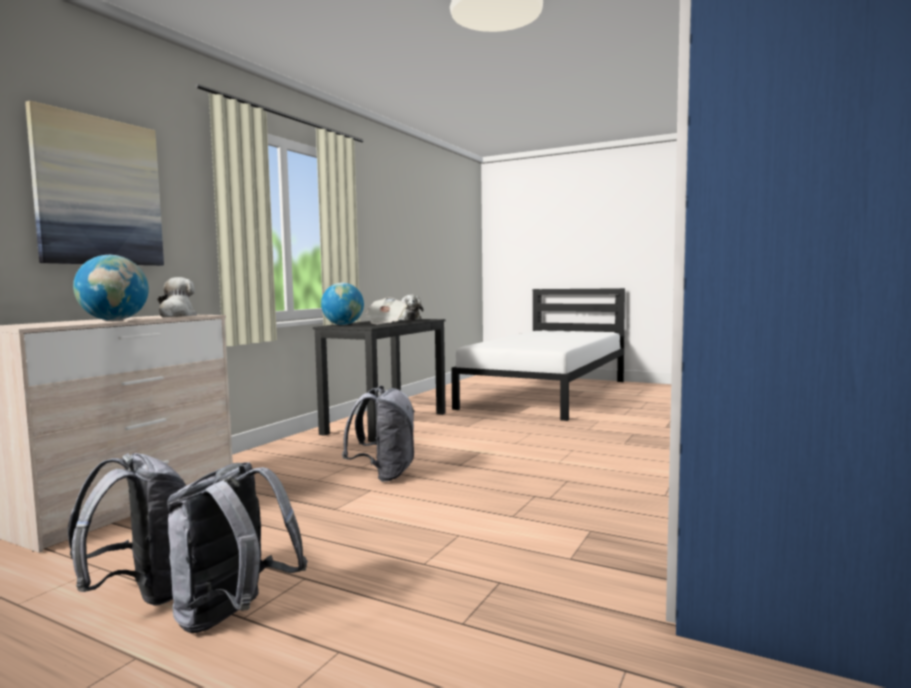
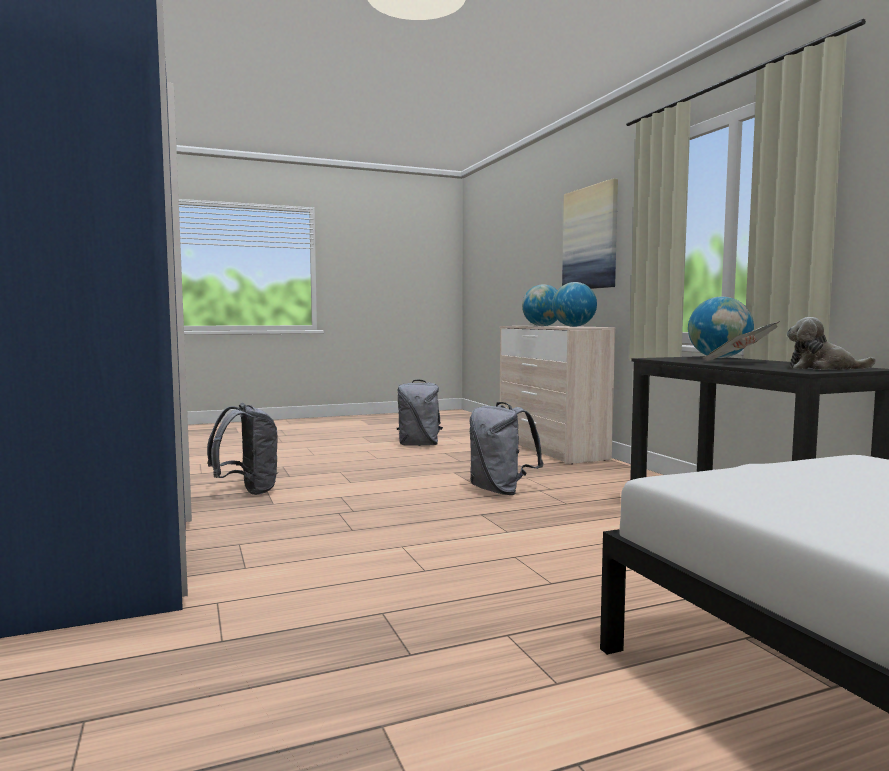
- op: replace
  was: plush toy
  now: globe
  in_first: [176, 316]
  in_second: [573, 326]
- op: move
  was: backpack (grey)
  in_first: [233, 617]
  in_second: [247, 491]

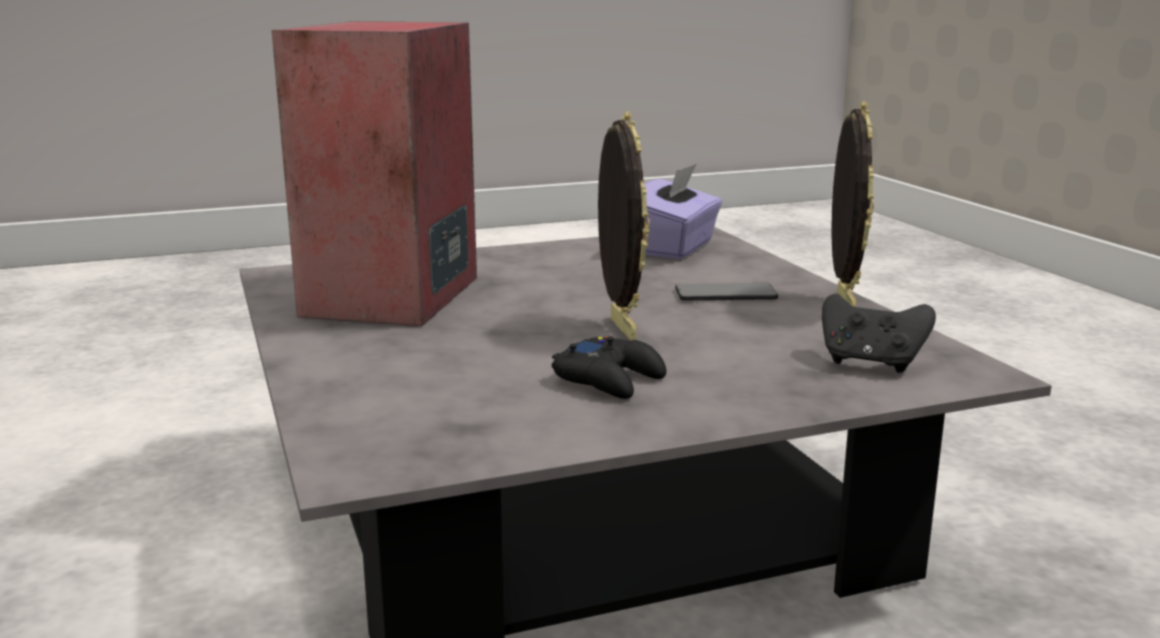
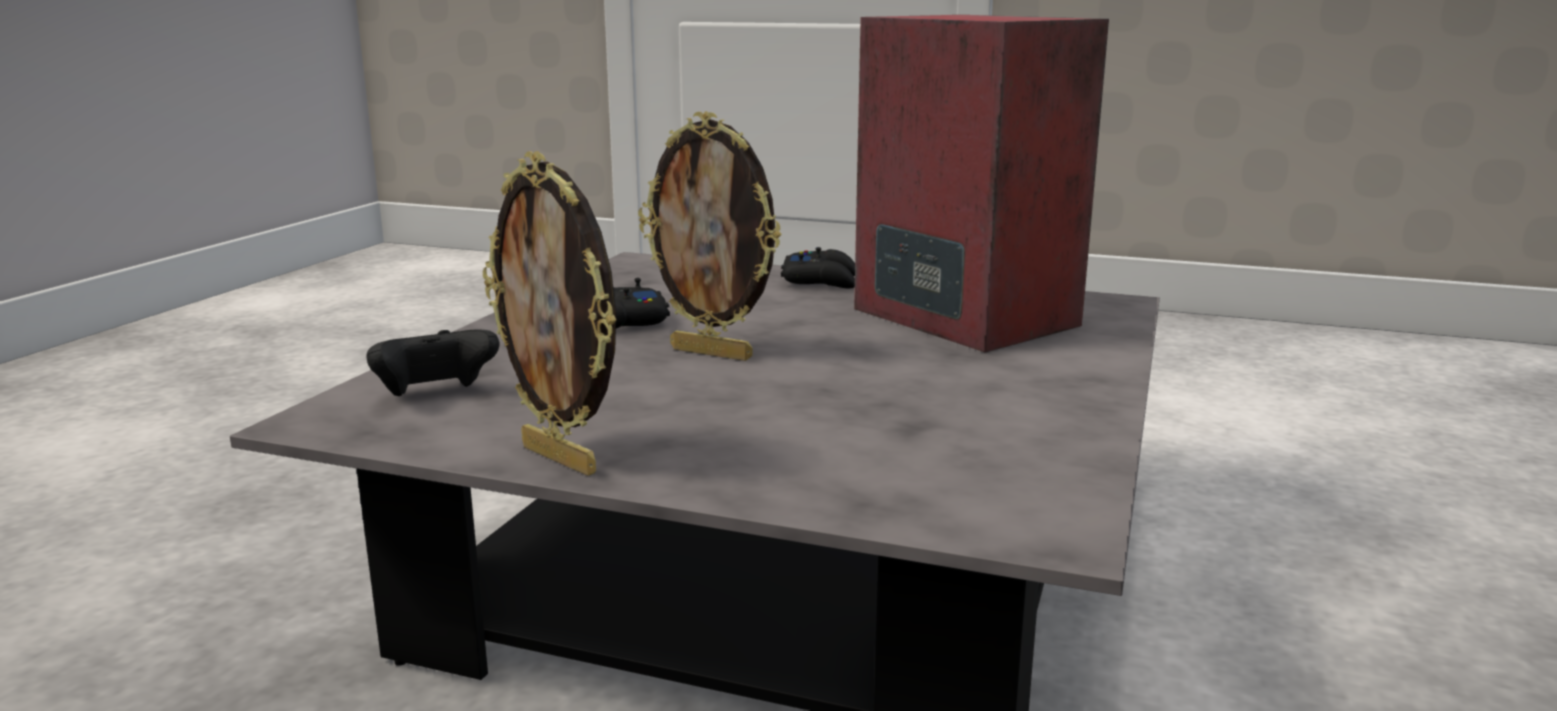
- op: delete
  was: tissue box (purple)
  in_first: [674, 248]
- op: delete
  was: phone
  in_first: [725, 294]
- op: insert
  now: game controller (black)
  in_second: [821, 281]

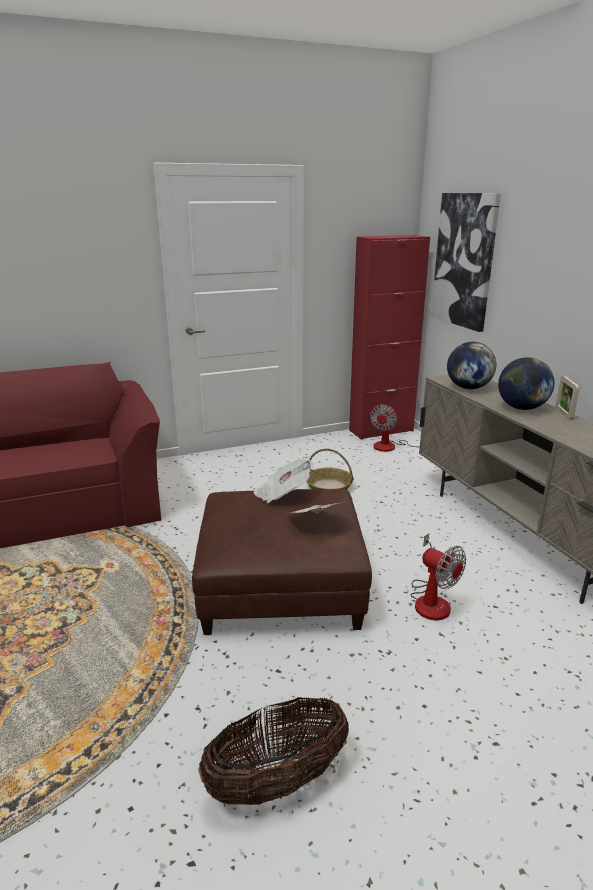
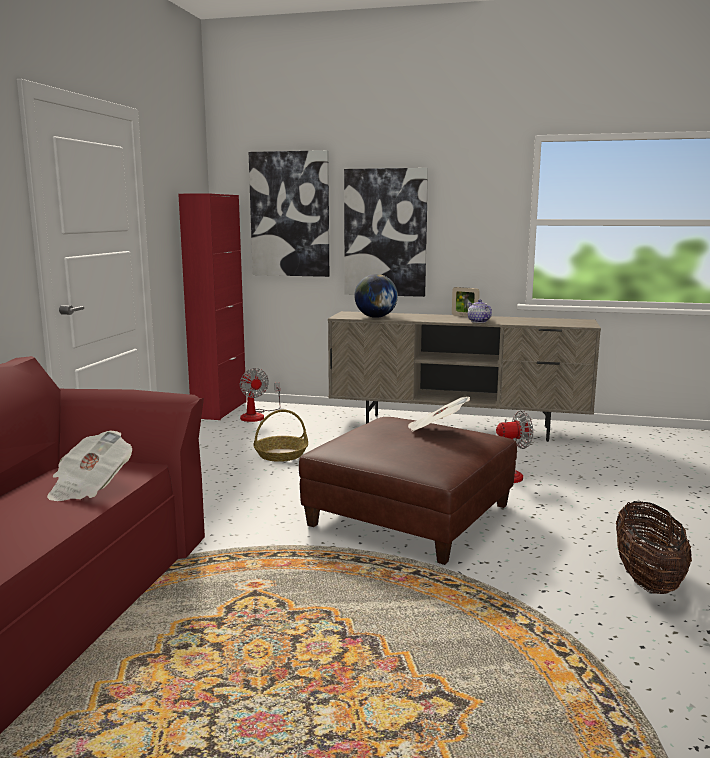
- op: delete
  was: globe
  in_first: [521, 408]
- op: move
  was: newspaper
  in_first: [282, 494]
  in_second: [89, 487]
- op: insert
  now: picture
  in_second: [385, 233]
- op: insert
  now: teapot
  in_second: [478, 321]

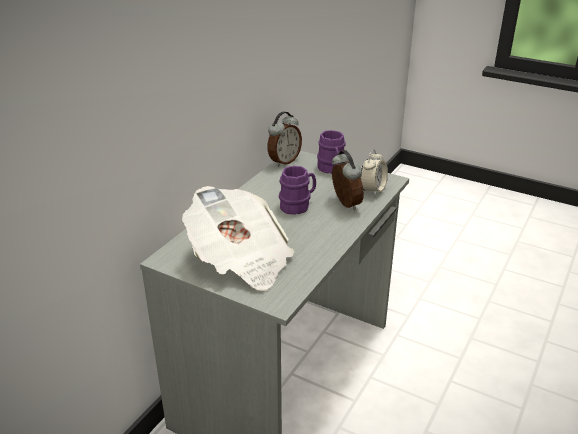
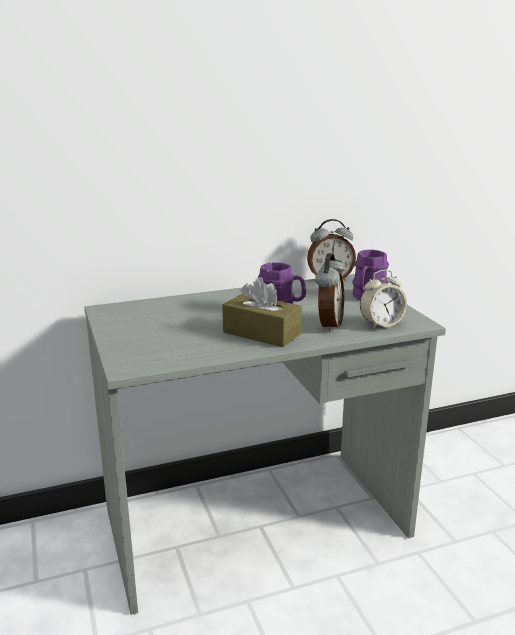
- op: delete
  was: newspaper
  in_first: [241, 260]
- op: insert
  now: tissue box (brown)
  in_second: [261, 333]

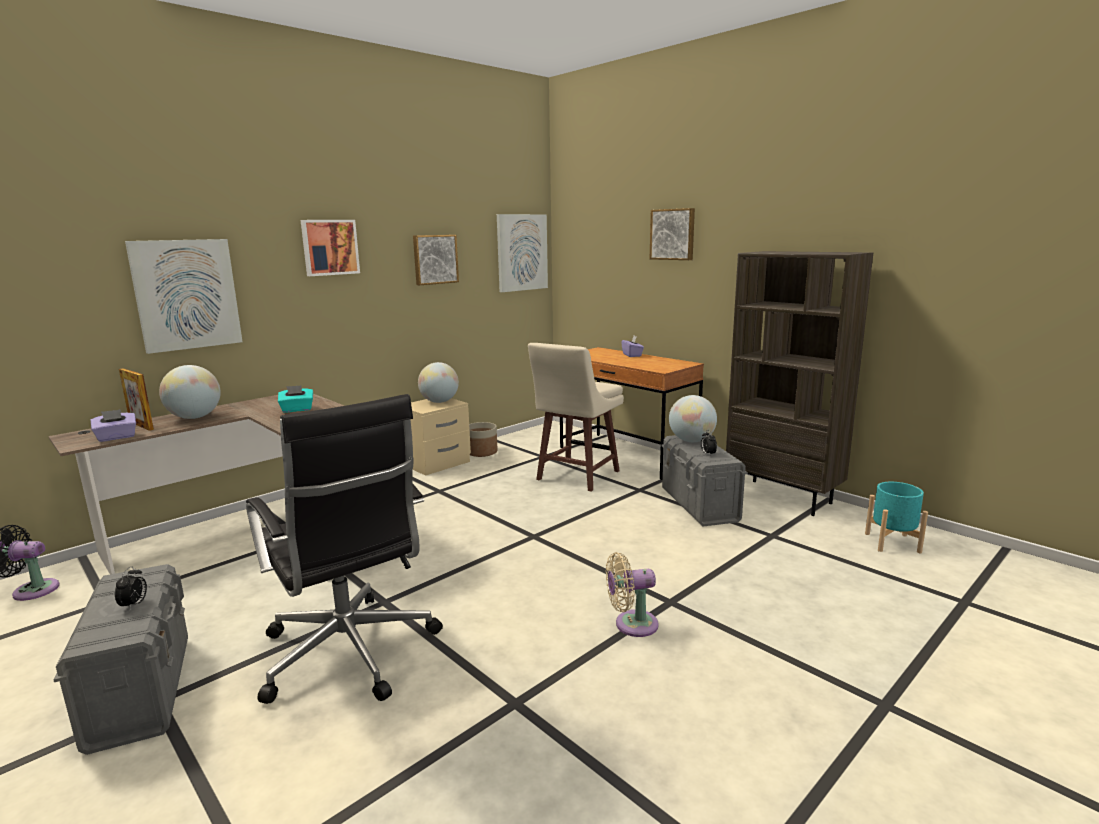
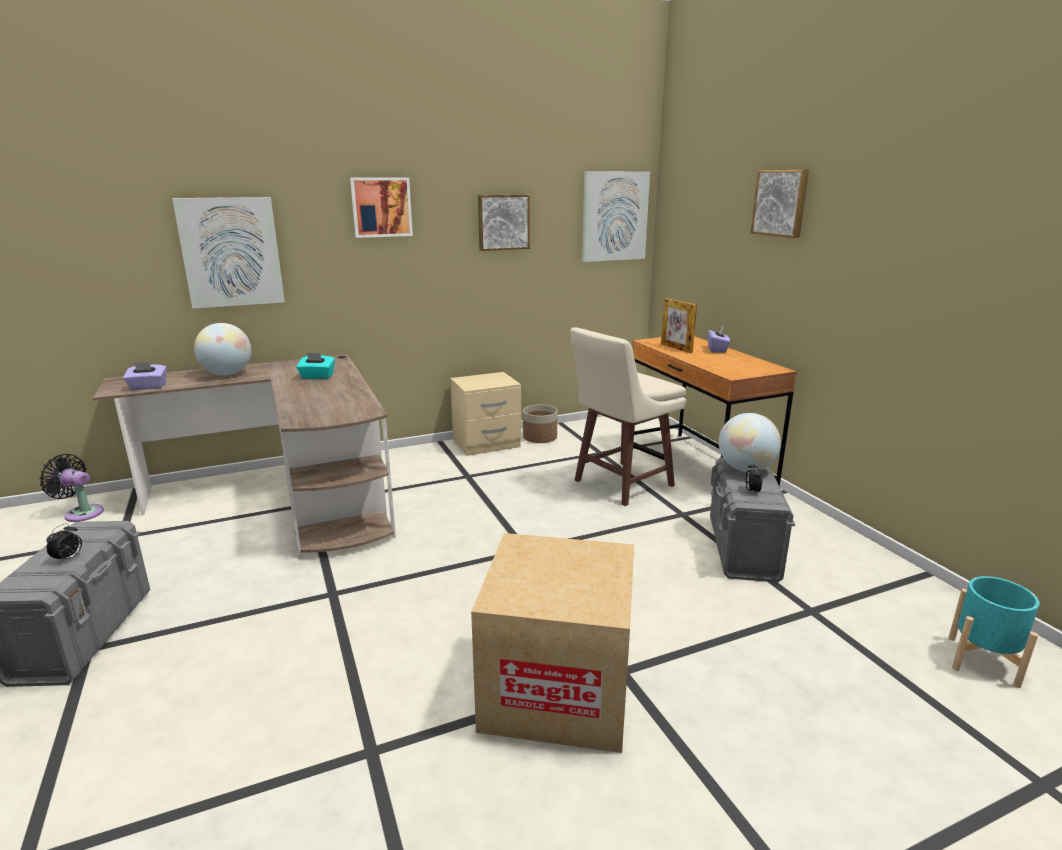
- op: delete
  was: bookcase (brown)
  in_first: [783, 497]
- op: delete
  was: globe
  in_first: [439, 402]
- op: move
  was: picture frame
  in_first: [141, 425]
  in_second: [676, 348]
- op: delete
  was: office chair (black)
  in_first: [349, 654]
- op: replace
  was: fan (beige)
  now: cardboard box
  in_first: [631, 624]
  in_second: [557, 689]

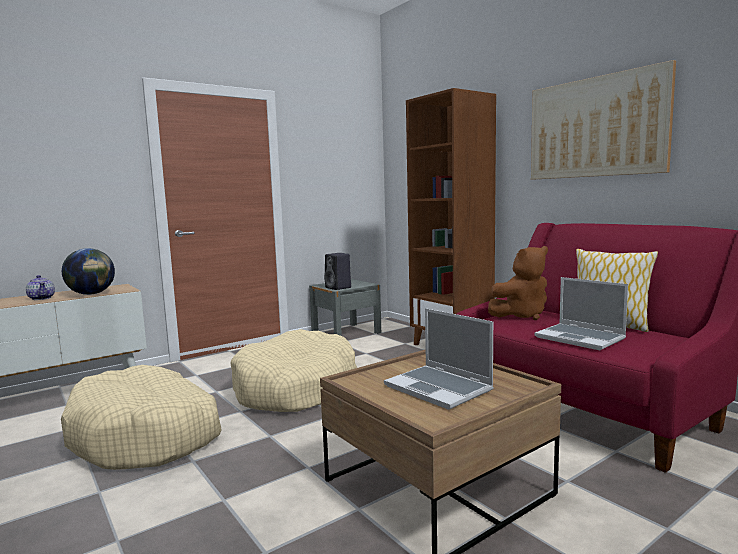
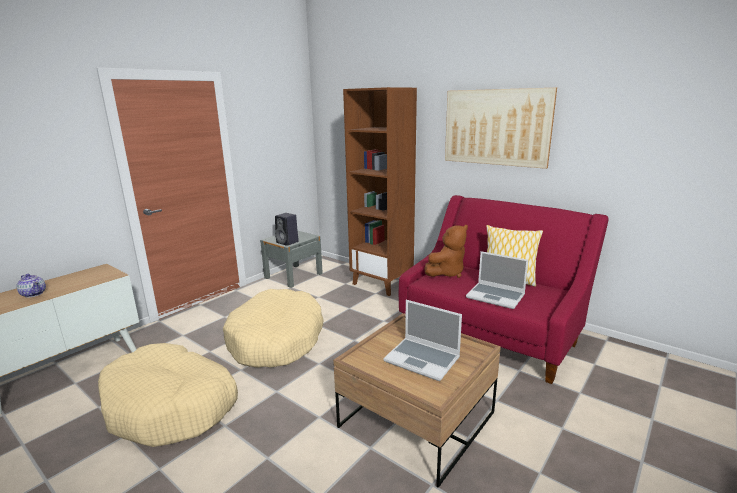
- op: delete
  was: globe
  in_first: [91, 294]

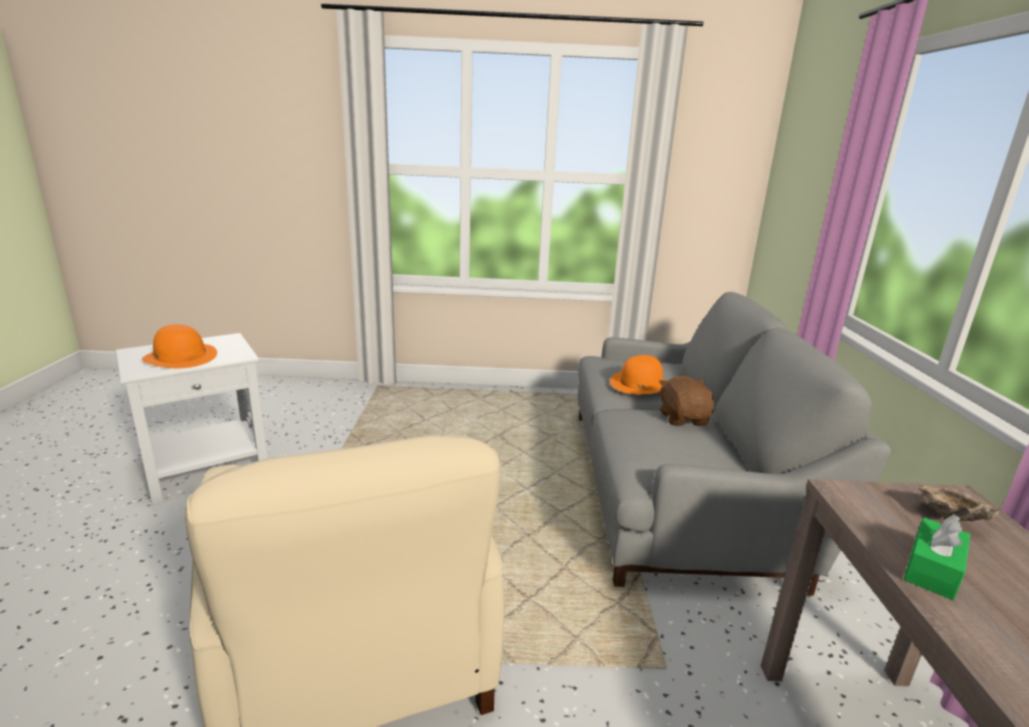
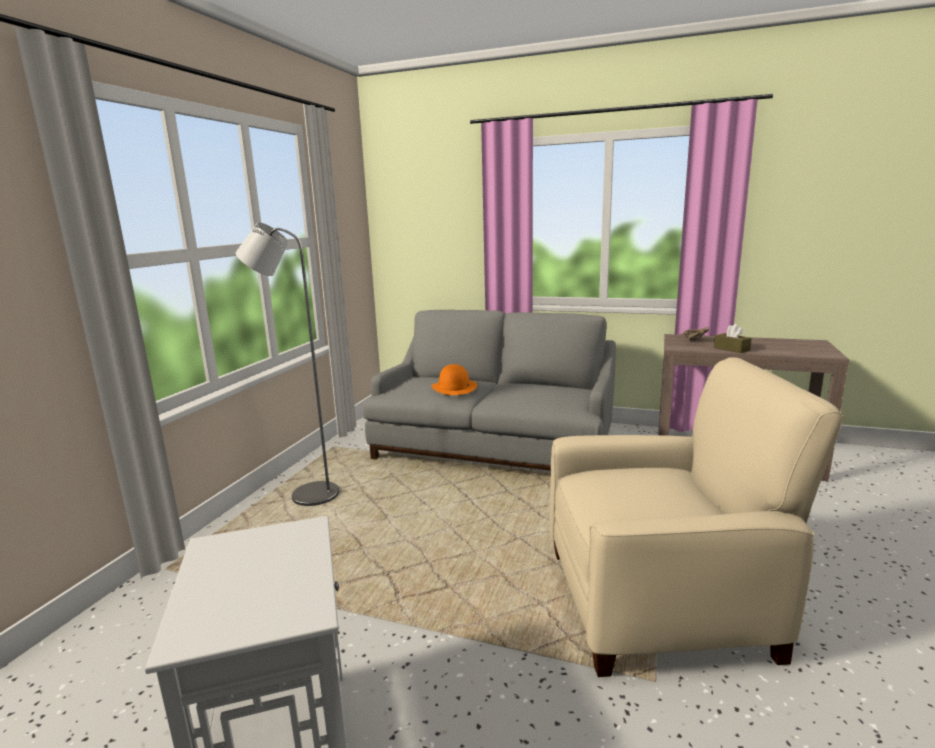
- op: delete
  was: hat (orange)
  in_first: [181, 357]
- op: delete
  was: plush toy (brown)
  in_first: [683, 419]
- op: recolor
  was: tissue box (green)
  now: tissue box (brown)
  in_first: [932, 570]
  in_second: [731, 349]
- op: insert
  now: floor lamp (grey)
  in_second: [306, 495]

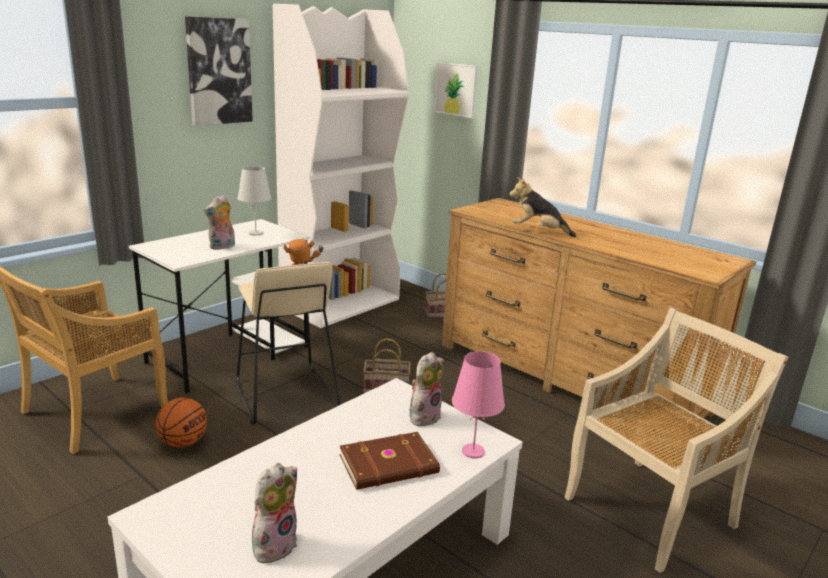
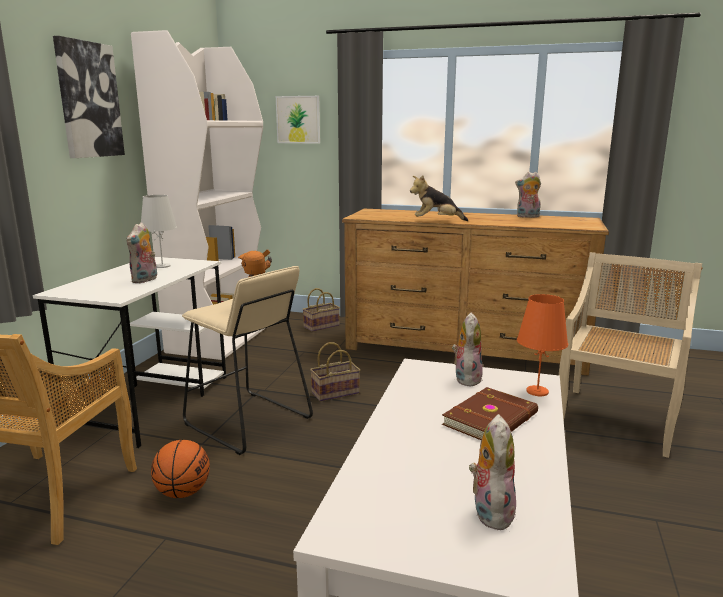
- op: recolor
  was: table lamp (pink)
  now: table lamp (orange)
  in_first: [473, 451]
  in_second: [537, 391]
- op: insert
  now: plush toy
  in_second: [527, 217]

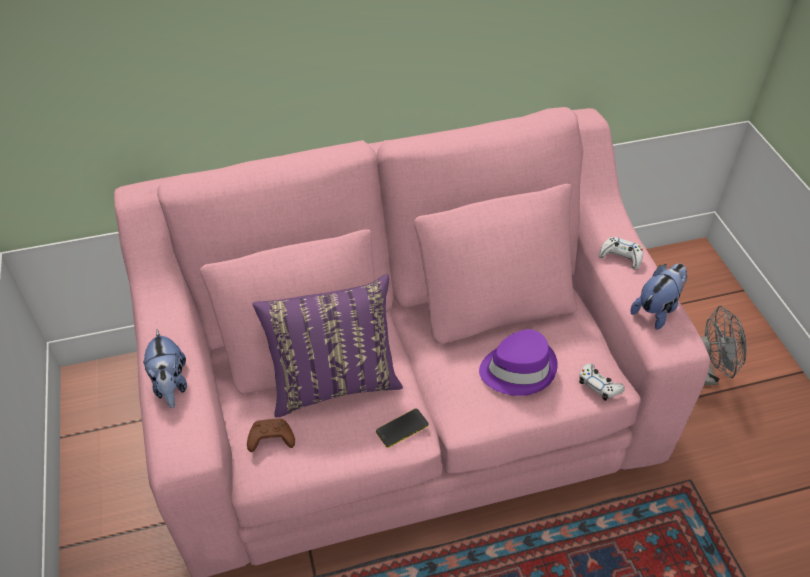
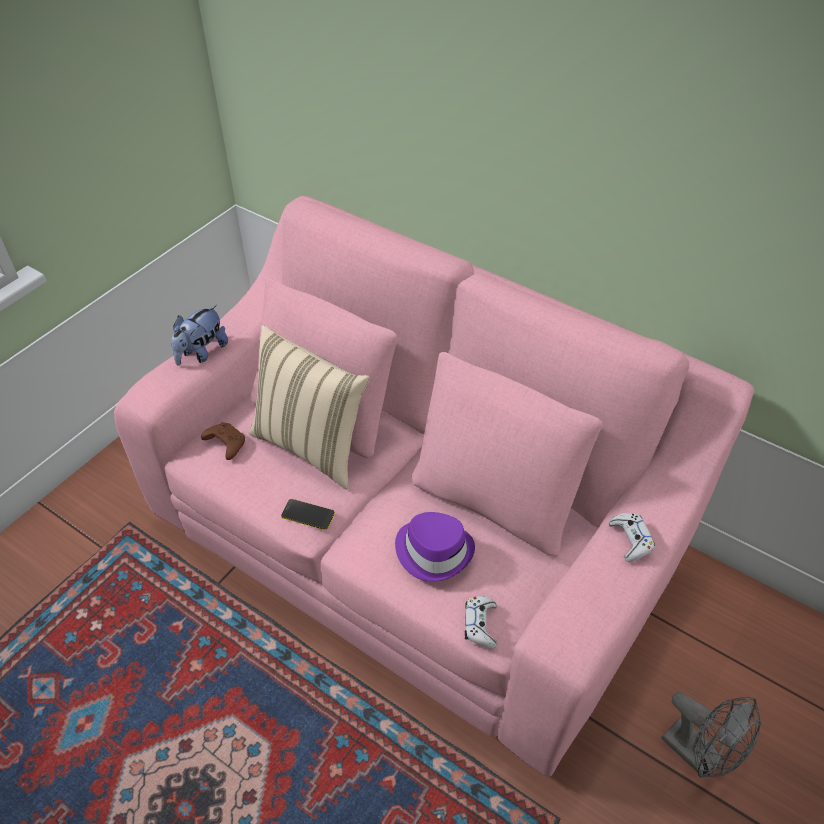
- op: delete
  was: plush toy
  in_first: [656, 309]
- op: recolor
  was: pillow (purple)
  now: pillow (beige)
  in_first: [334, 383]
  in_second: [312, 446]

